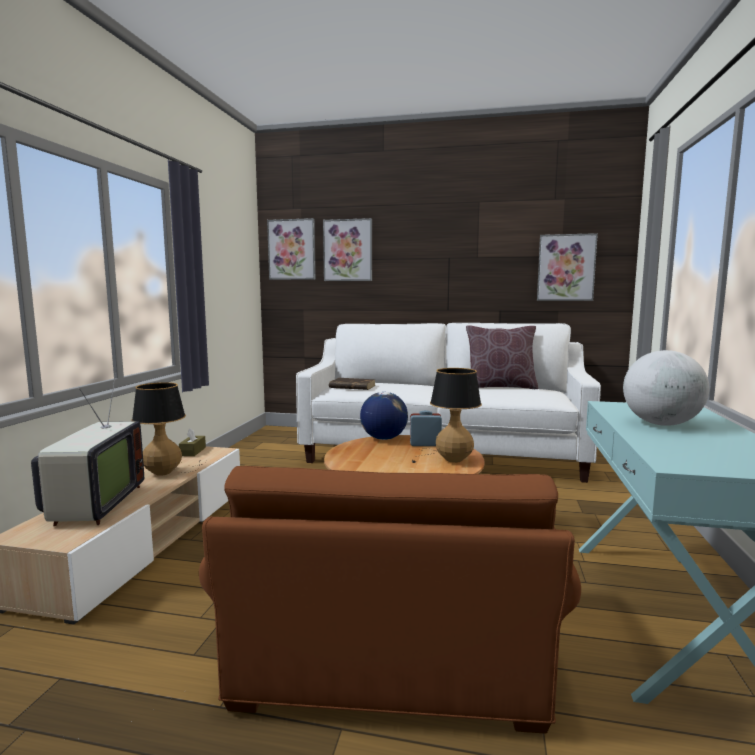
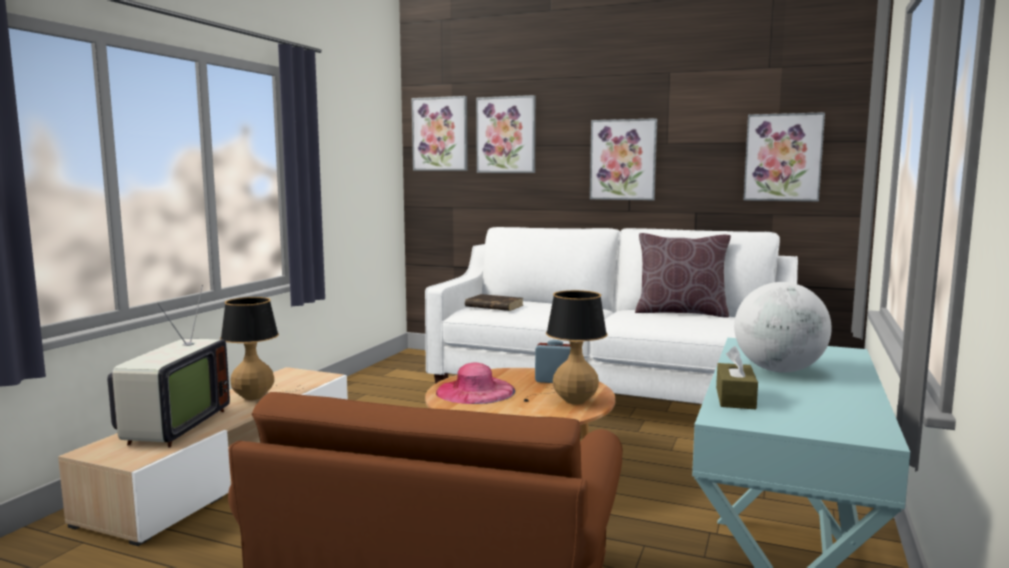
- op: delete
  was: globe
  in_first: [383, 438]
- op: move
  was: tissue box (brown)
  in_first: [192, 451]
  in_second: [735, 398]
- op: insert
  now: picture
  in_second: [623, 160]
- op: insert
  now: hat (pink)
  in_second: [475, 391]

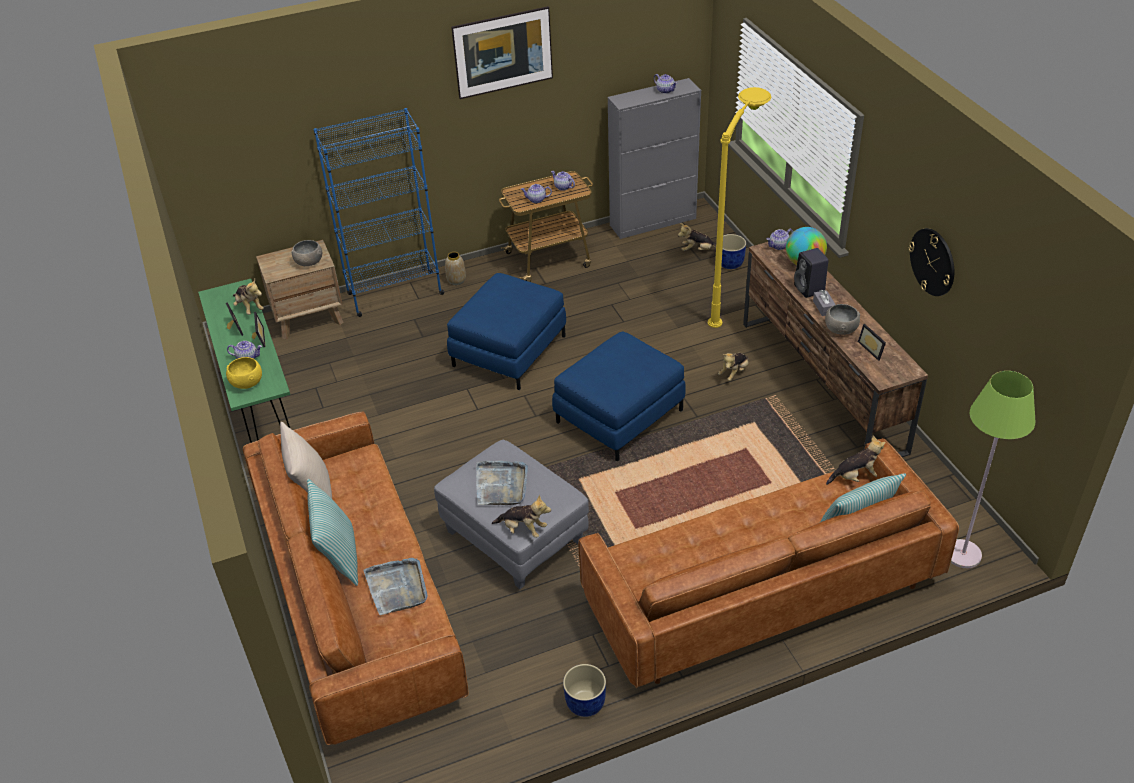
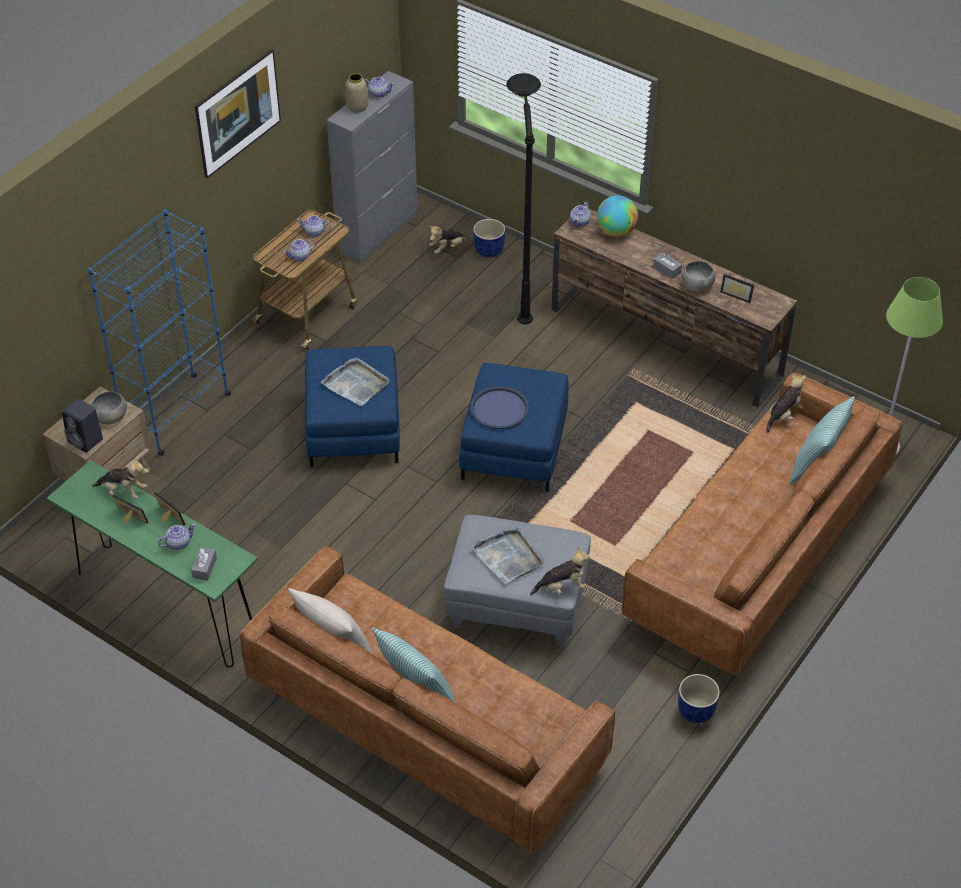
- op: recolor
  was: floor lamp (yellow)
  now: floor lamp (black)
  in_first: [733, 298]
  in_second: [521, 286]
- op: delete
  was: wall clock
  in_first: [932, 262]
- op: move
  was: speaker (black)
  in_first: [810, 289]
  in_second: [86, 441]
- op: move
  was: vase
  in_first: [456, 280]
  in_second: [357, 107]
- op: delete
  was: plush toy
  in_first: [734, 373]
- op: replace
  was: bowl (yellow)
  now: tissue box (grey)
  in_first: [246, 383]
  in_second: [204, 568]
- op: move
  was: tray (grey)
  in_first: [397, 587]
  in_second: [356, 384]
- op: insert
  now: tray (blue)
  in_second: [499, 408]

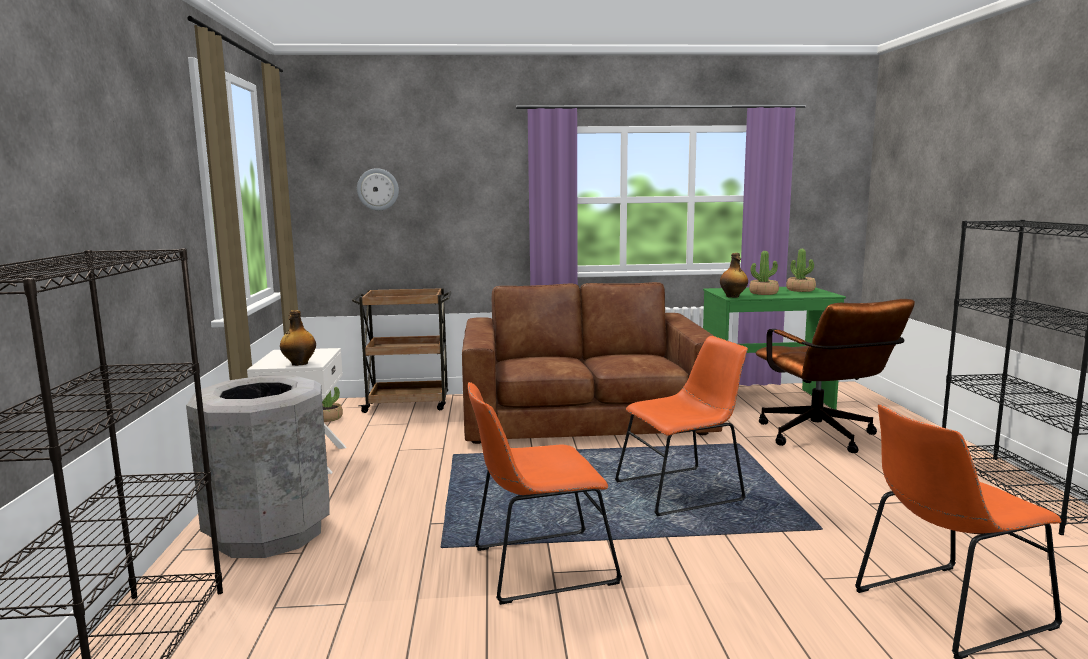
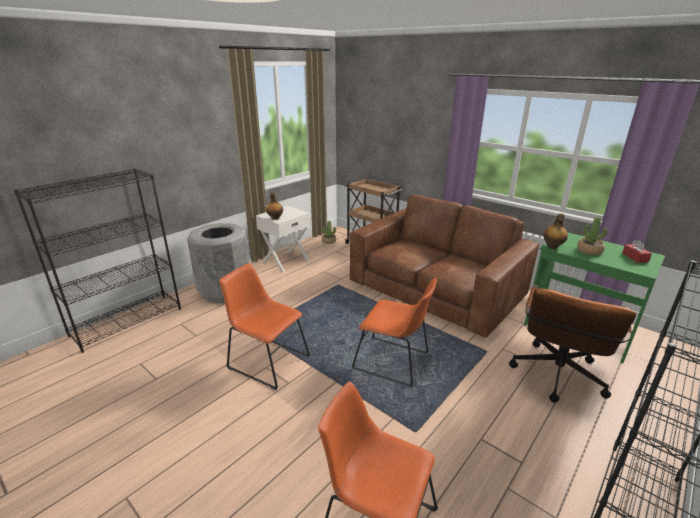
- op: delete
  was: wall clock
  in_first: [378, 189]
- op: replace
  was: potted plant
  now: tissue box (red)
  in_first: [800, 290]
  in_second: [635, 257]

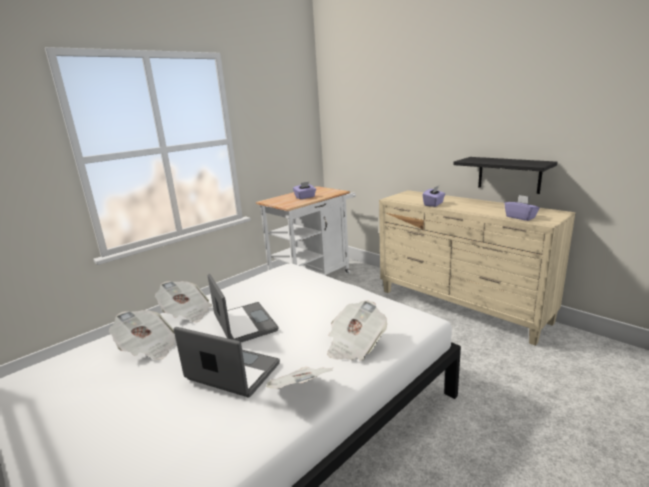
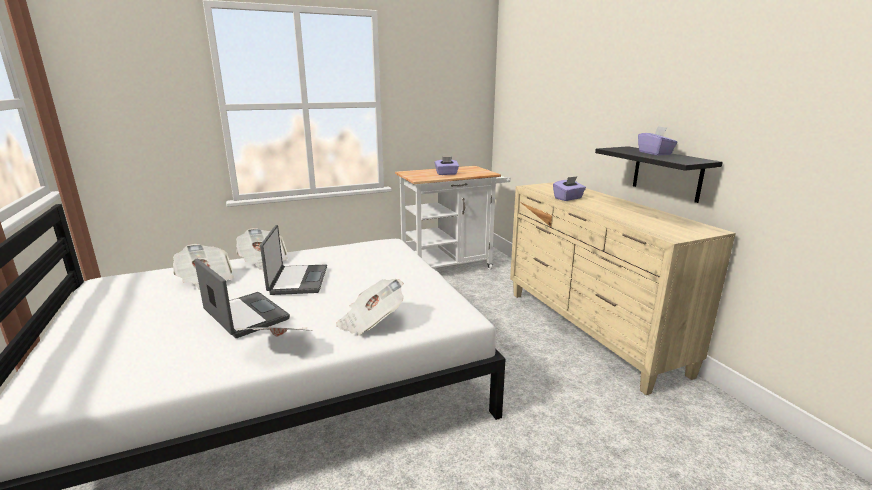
- op: move
  was: tissue box (purple)
  in_first: [520, 217]
  in_second: [655, 153]

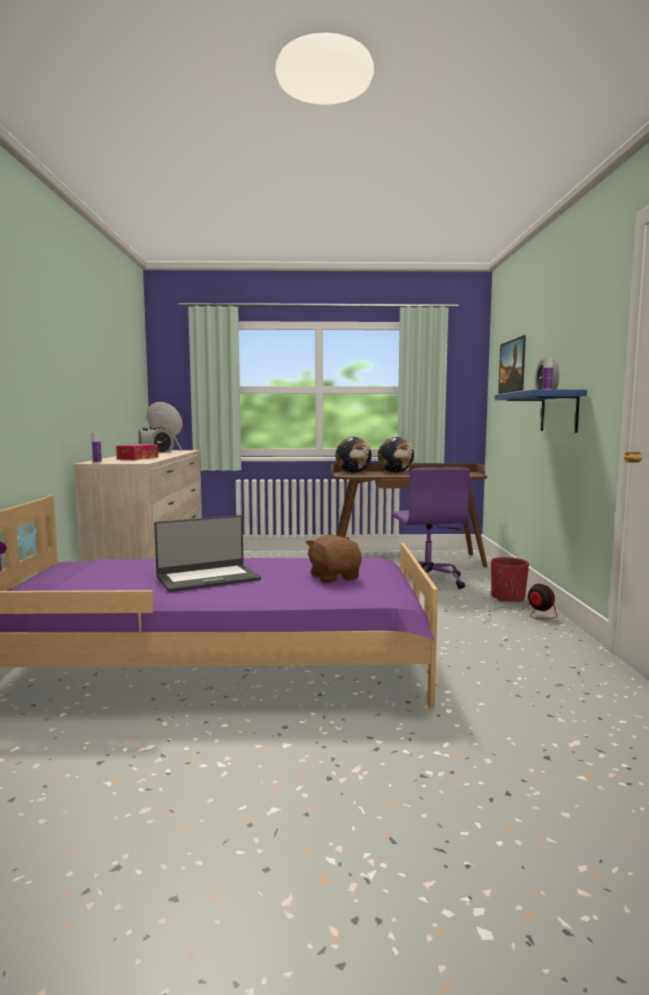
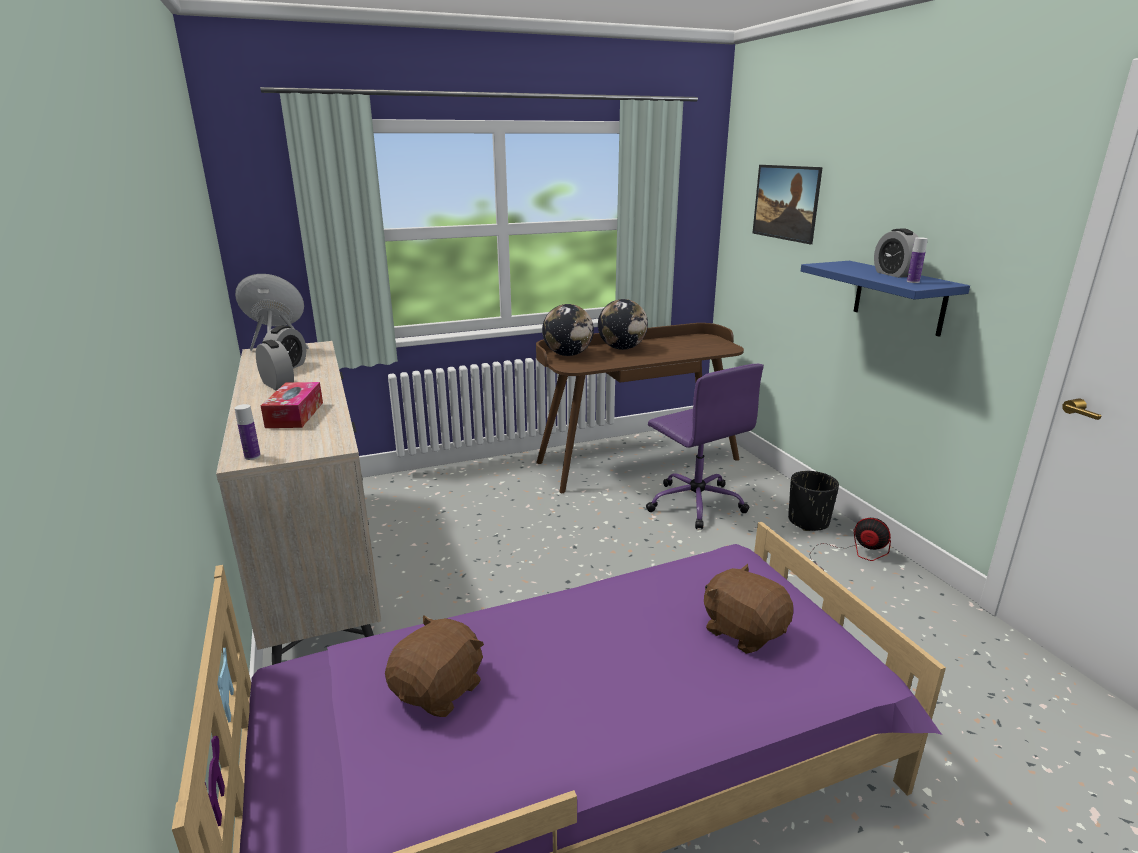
- op: delete
  was: laptop
  in_first: [207, 578]
- op: recolor
  was: planter (red)
  now: planter (black)
  in_first: [508, 598]
  in_second: [808, 522]
- op: insert
  now: plush toy (brown)
  in_second: [439, 690]

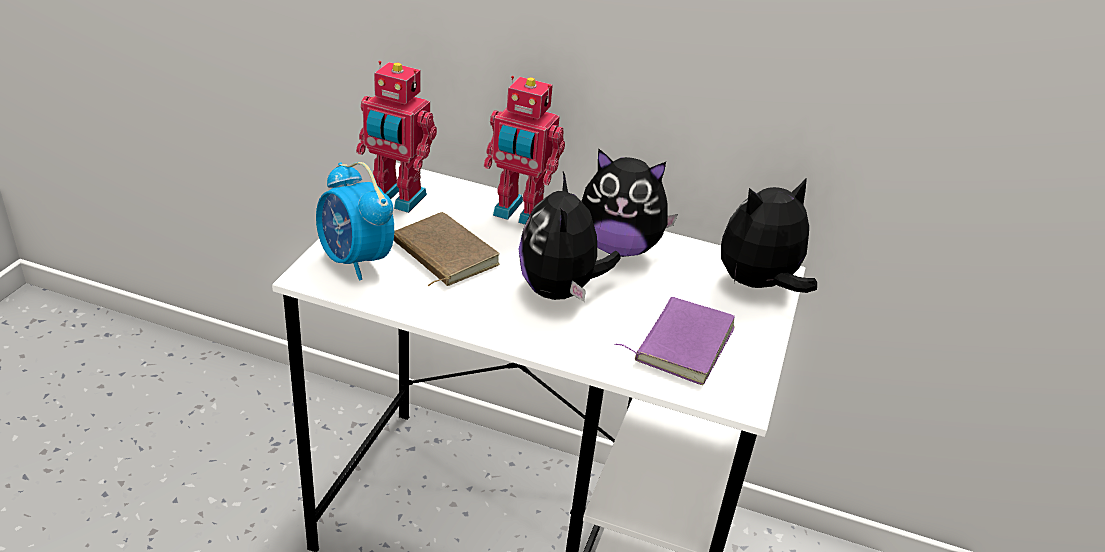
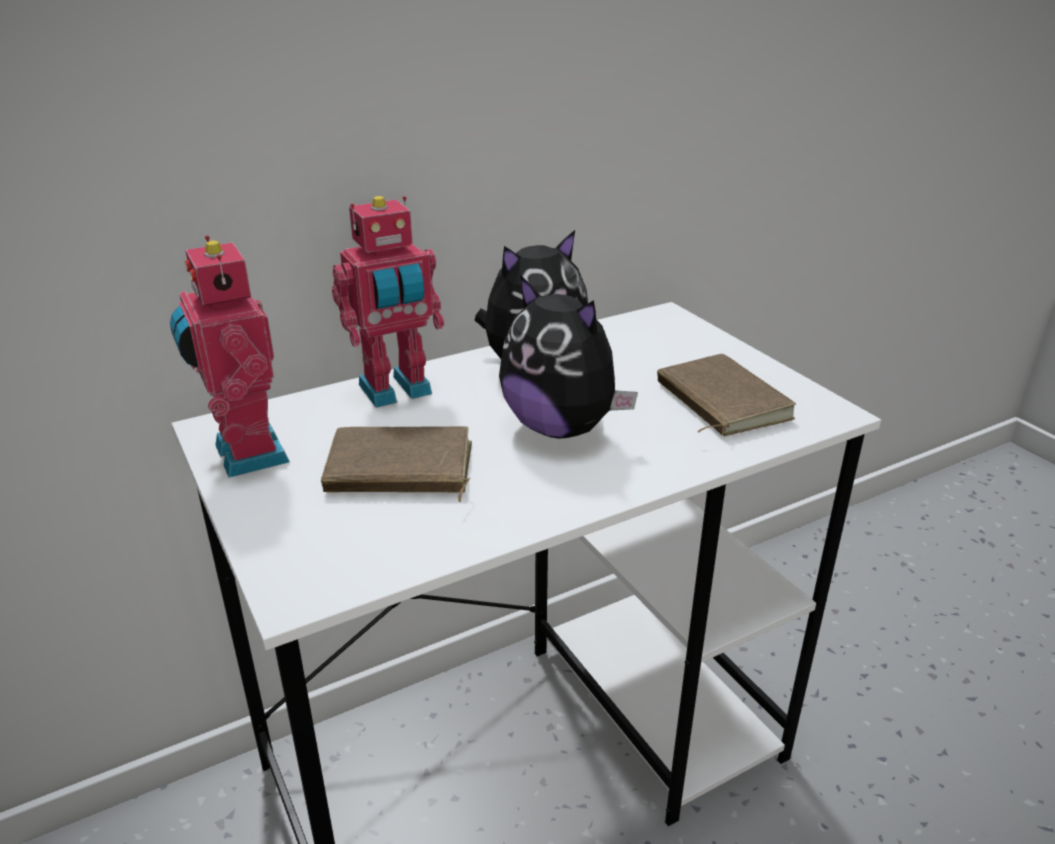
- op: rotate
  was: toy robot
  in_first: [396, 200]
  in_second: [245, 455]
  clockwise: 90
- op: delete
  was: alarm clock
  in_first: [355, 260]
- op: delete
  was: plush toy
  in_first: [758, 285]
- op: recolor
  was: book (purple)
  now: book (brown)
  in_first: [681, 343]
  in_second: [718, 402]

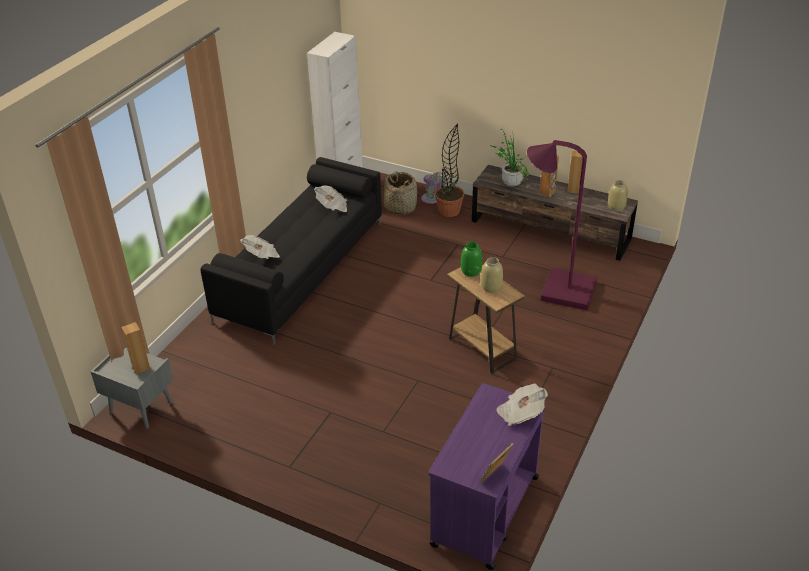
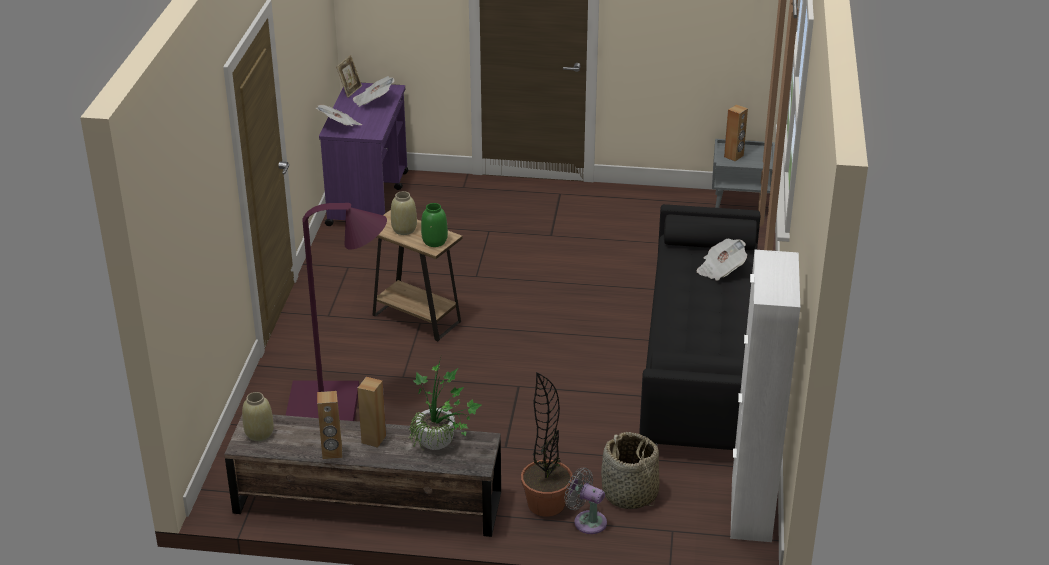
- op: move
  was: newspaper
  in_first: [332, 206]
  in_second: [373, 101]

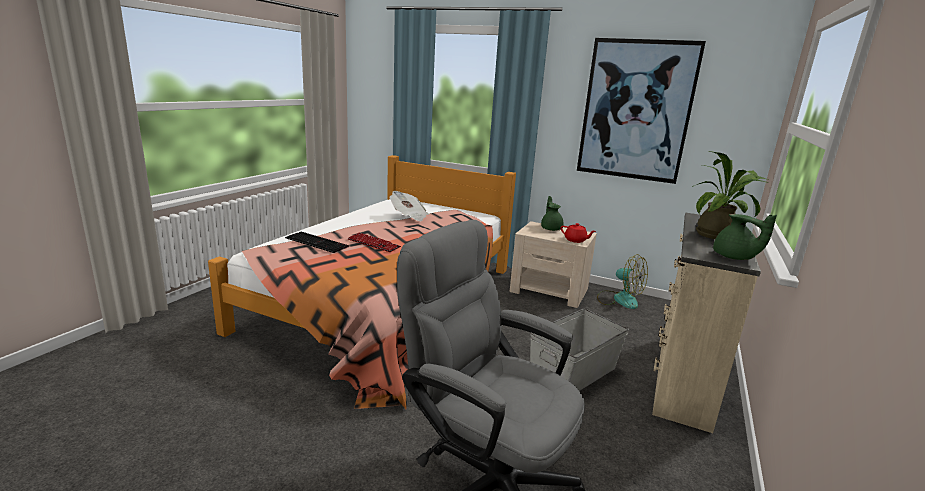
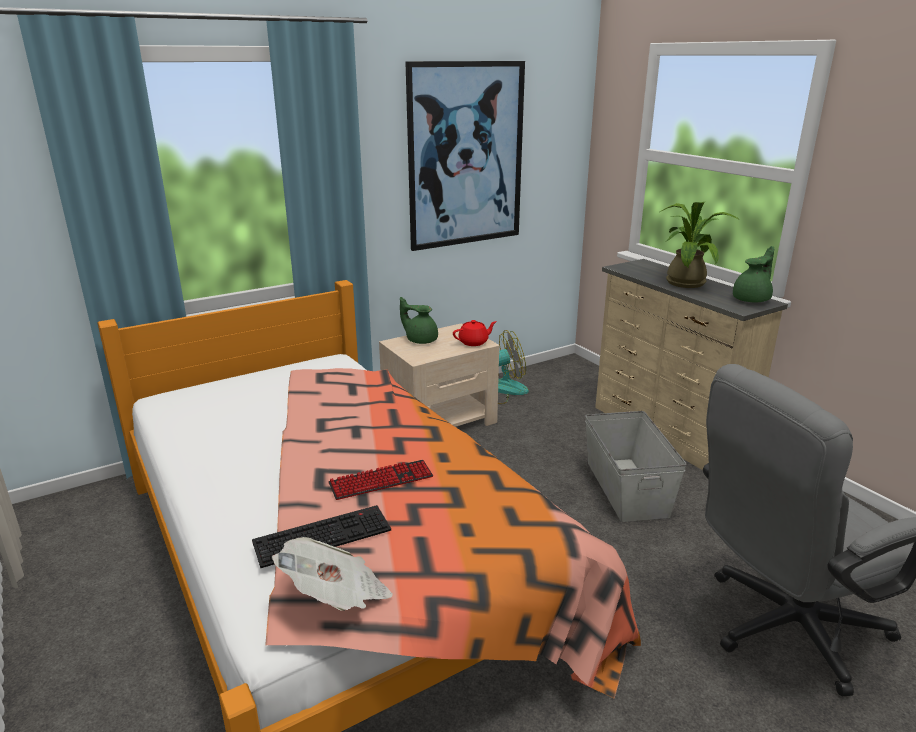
- op: move
  was: newspaper
  in_first: [409, 216]
  in_second: [337, 596]
- op: rotate
  was: teapot (green)
  in_first: [734, 257]
  in_second: [752, 299]
  clockwise: -45

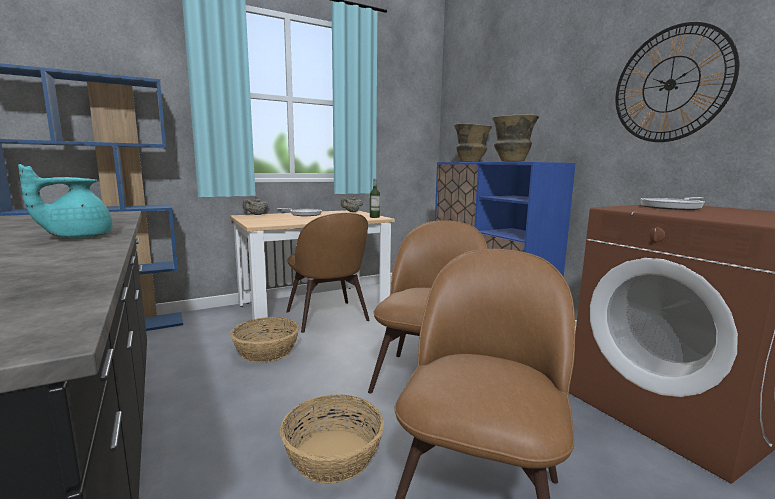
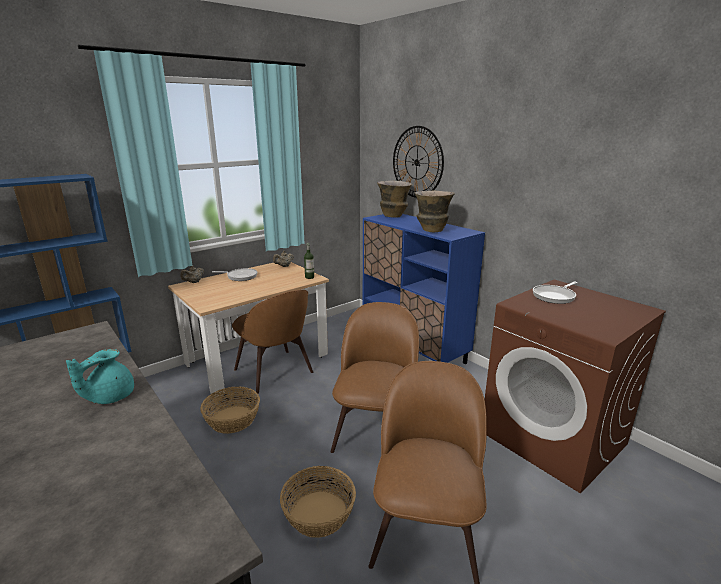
- op: move
  was: wall clock
  in_first: [670, 84]
  in_second: [417, 162]

